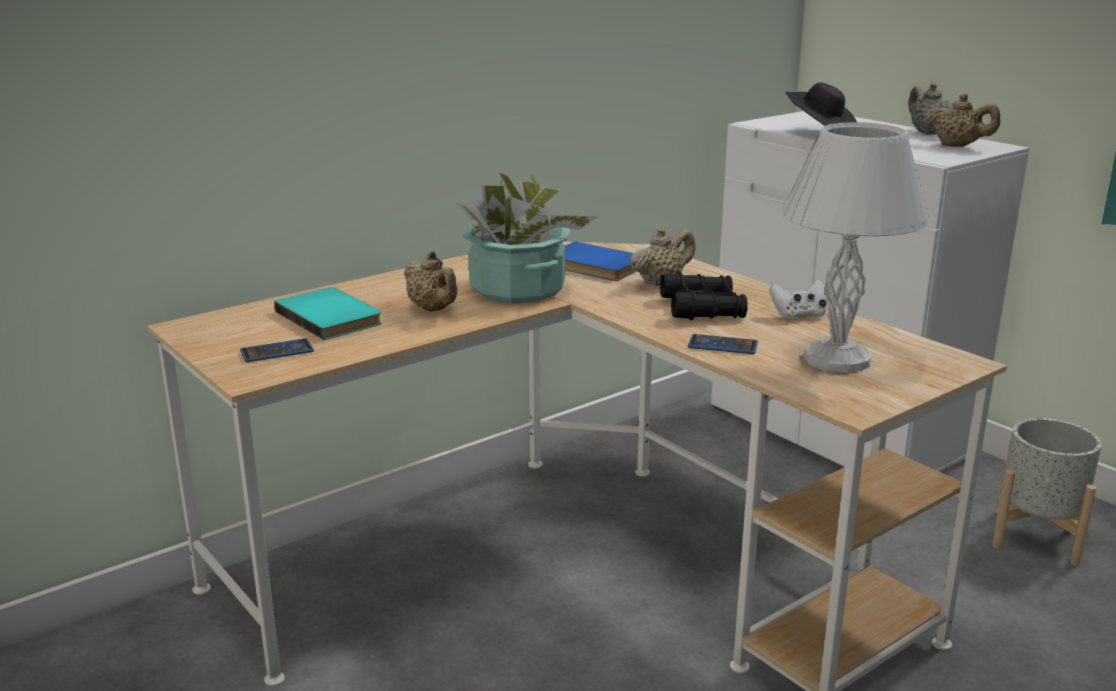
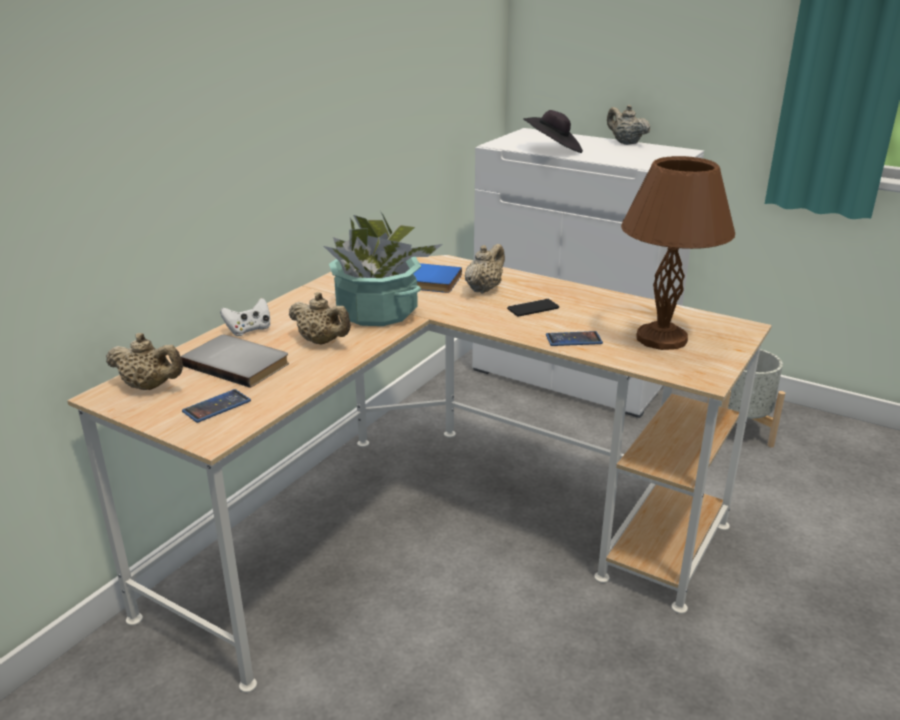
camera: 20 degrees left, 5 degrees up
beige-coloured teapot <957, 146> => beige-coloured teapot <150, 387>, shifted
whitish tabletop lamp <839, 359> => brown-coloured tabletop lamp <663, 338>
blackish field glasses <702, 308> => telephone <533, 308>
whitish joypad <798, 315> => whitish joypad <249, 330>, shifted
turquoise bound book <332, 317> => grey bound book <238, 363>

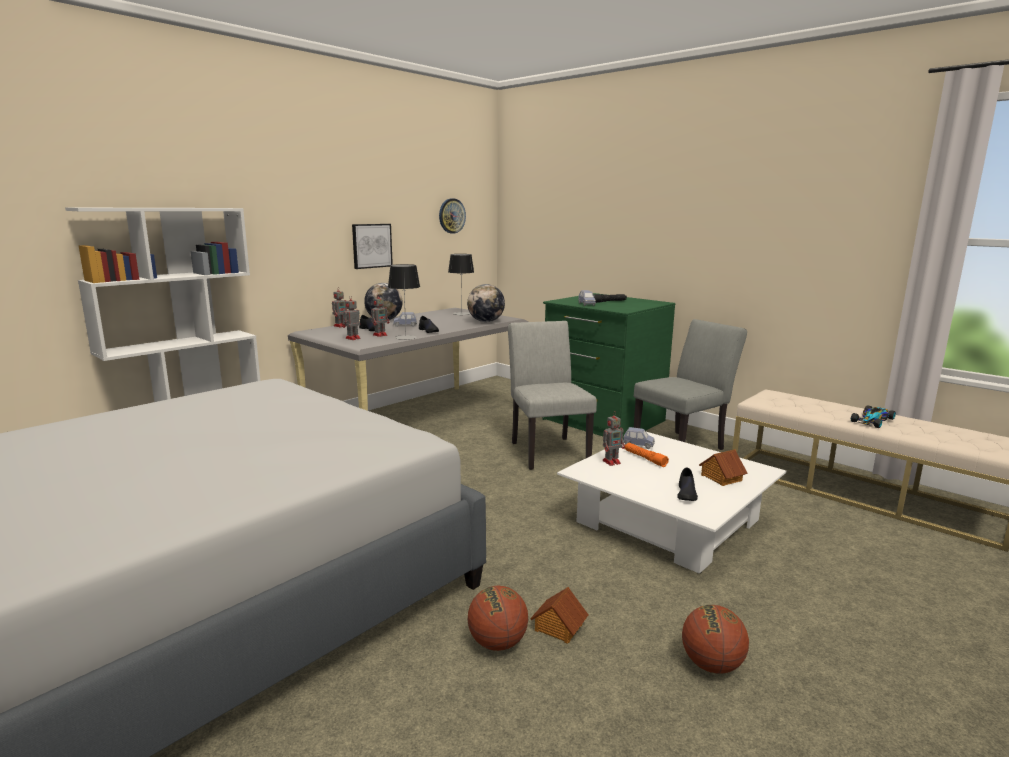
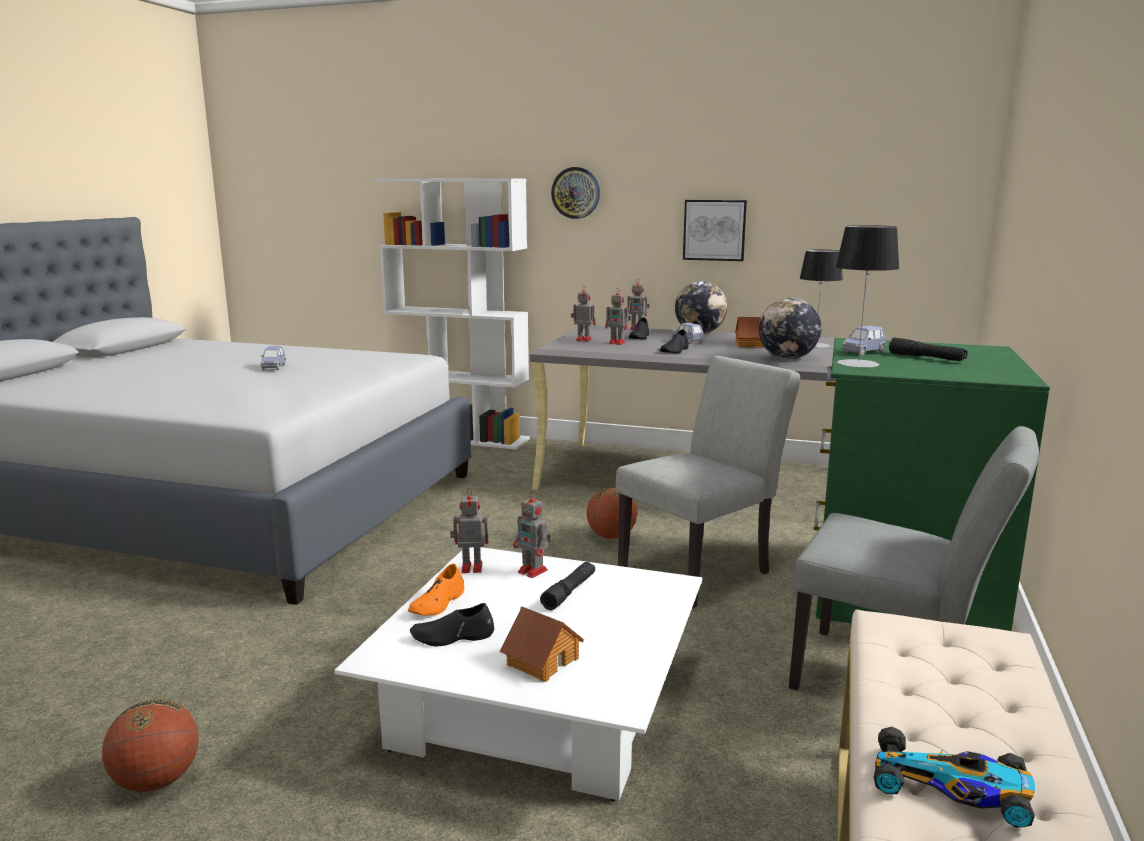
camera: 65 degrees right, 0 degrees up
hanging clock <451, 216> => hanging clock <576, 193>, shifted
tabletop lamp <405, 337> => tabletop lamp <858, 363>, shifted
blue-coloured model car <638, 445> => blue-coloured model car <274, 367>, shifted
orange flashlight <645, 458> => blackish flashlight <569, 592>
ball for basketball <497, 643> => ball for basketball <611, 536>, shifted
toy house <558, 627> => toy house <749, 344>, shifted
nothing => robot figure <470, 567>
nothing => orange item of footwear <437, 603>

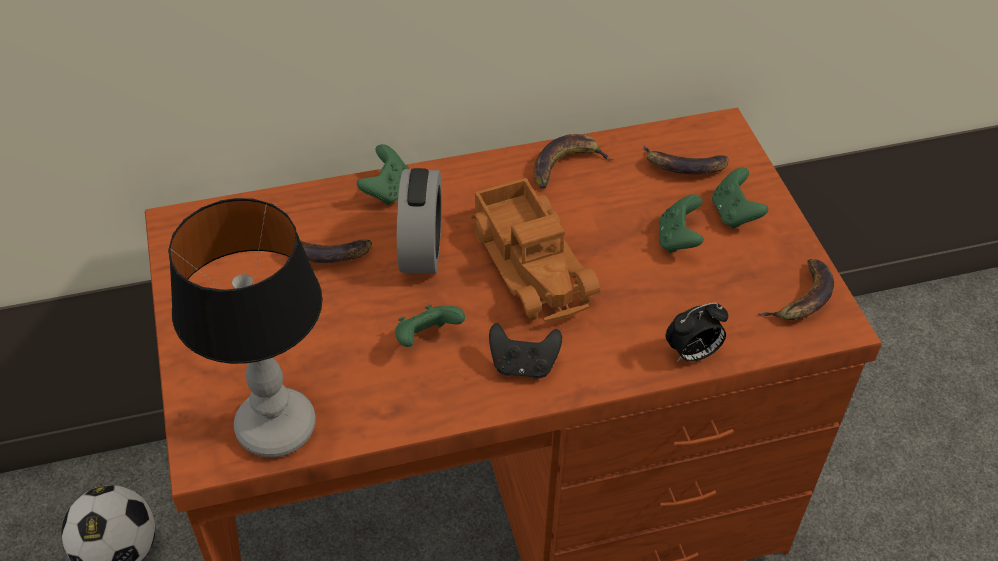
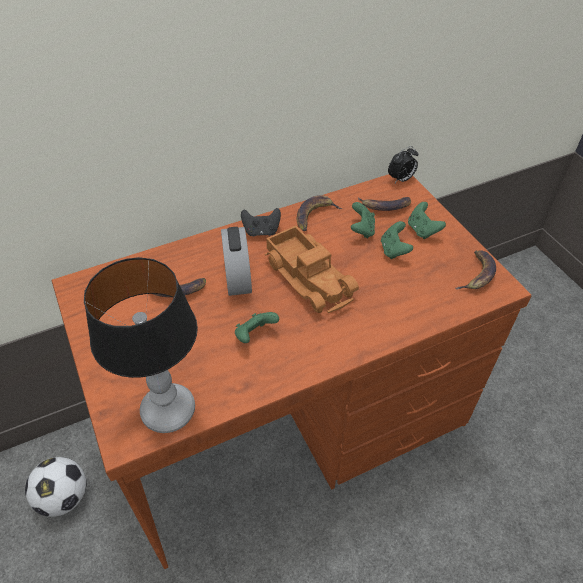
camera: 10 degrees left, 0 degrees up
green joypad <387, 190> => green joypad <362, 230>, shifted
alarm clock <692, 354> => alarm clock <401, 179>, shifted
blackish joypad <523, 365> => blackish joypad <261, 231>, shifted

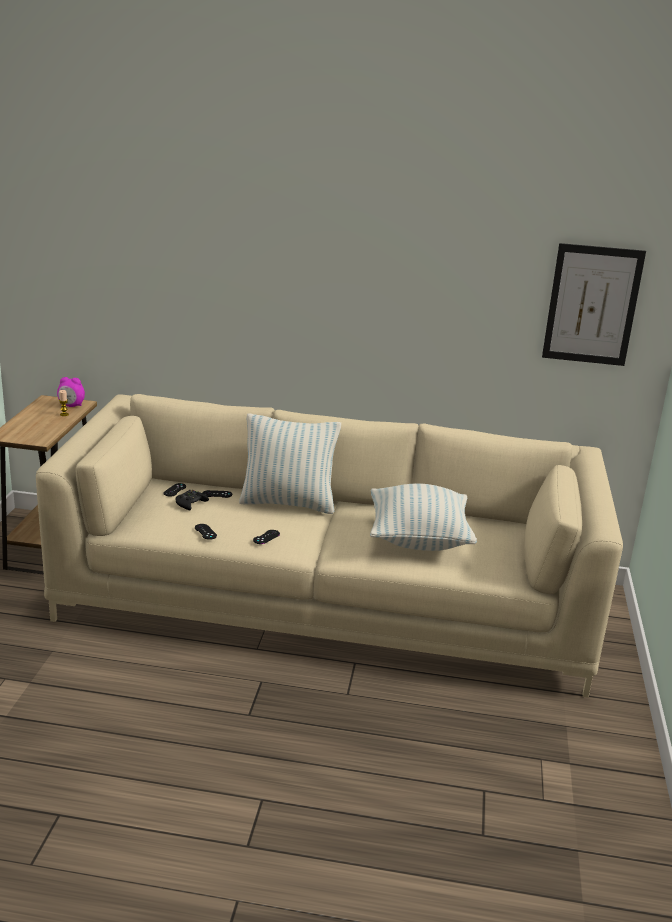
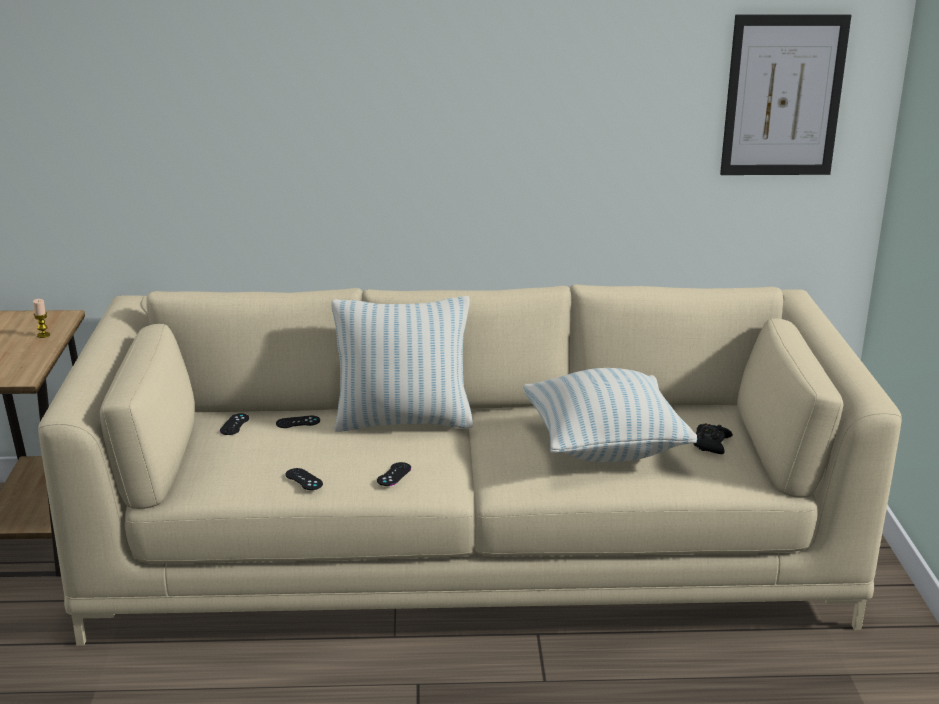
camera: 10 degrees left, 0 degrees up
alarm clock <71, 406> => nothing
blackish joypad <191, 503> => blackish joypad <710, 444>, shifted

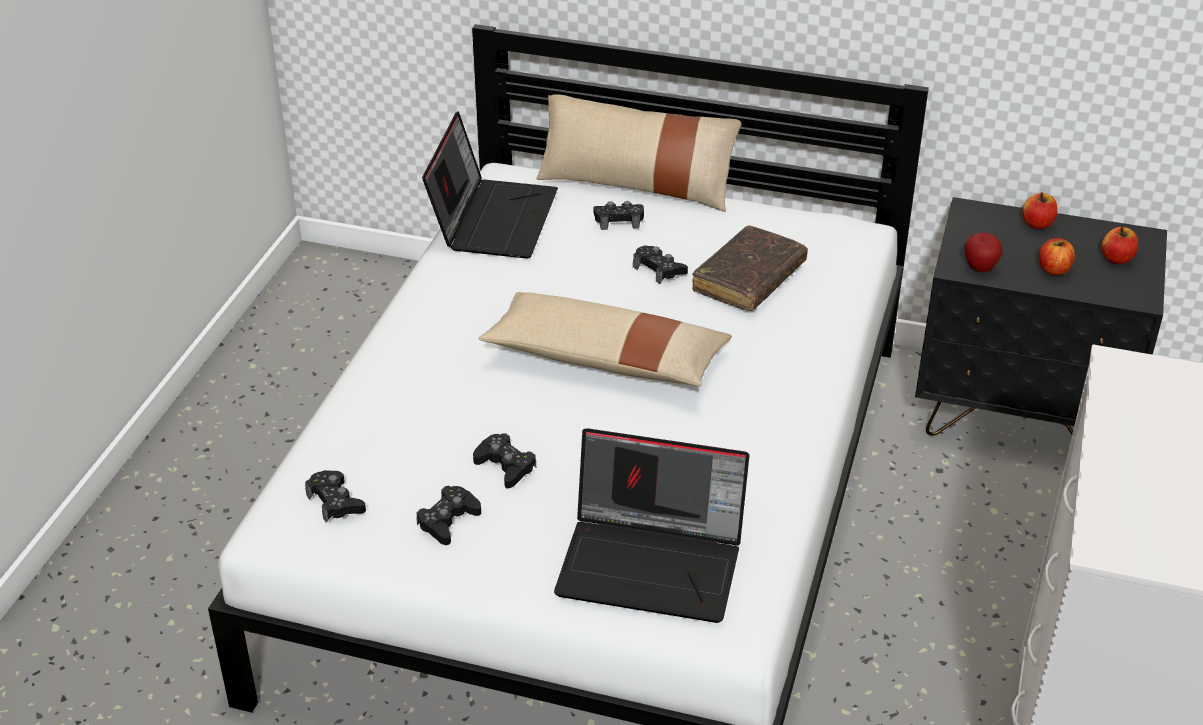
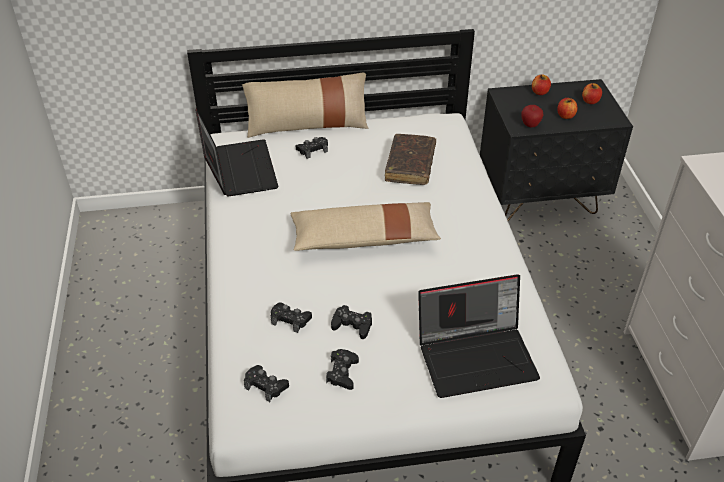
camera: 25 degrees left, 5 degrees up
blackish joypad <659, 269> => blackish joypad <290, 320>, shifted

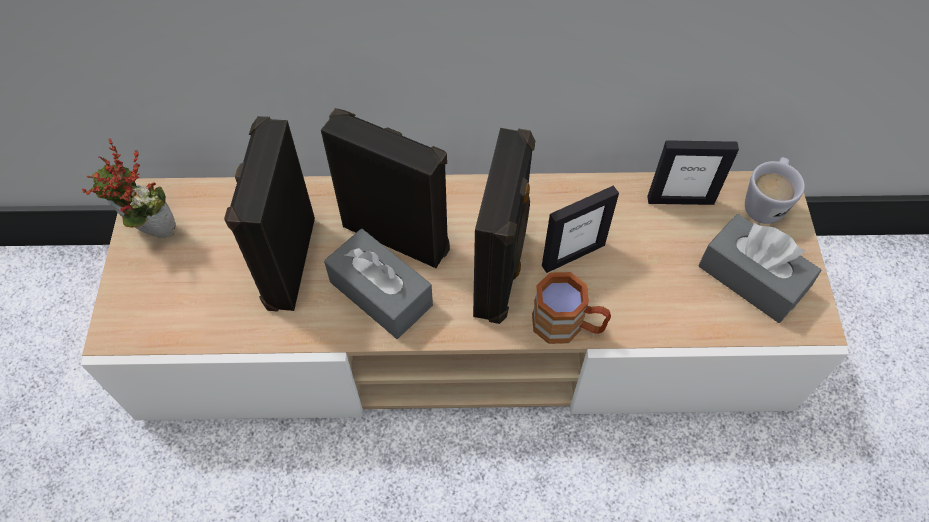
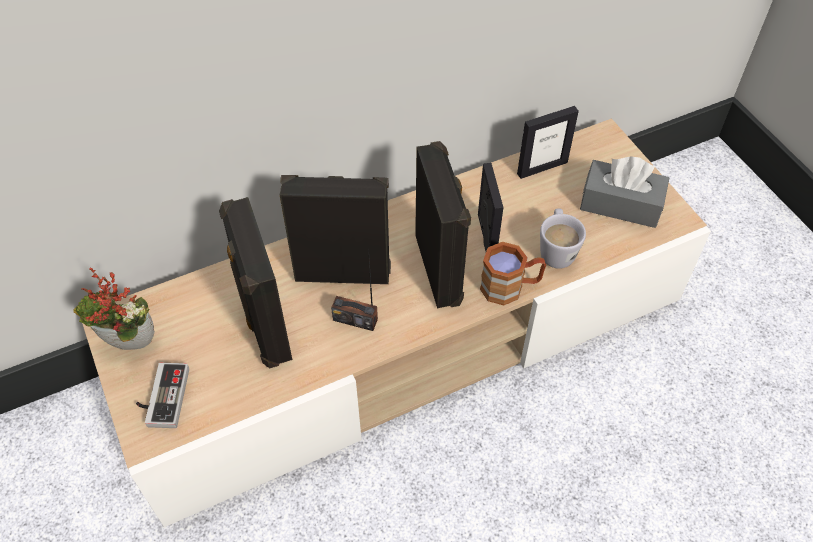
camera: 25 degrees left, 5 degrees down
whitish tea mug <765, 203> => whitish tea mug <556, 250>, shifted
picture frame <572, 255> => picture frame <486, 235>, 45 degrees counterclockwise
grey tissue holder <381, 293> => radio receiver <355, 319>
nothing => joypad <161, 397>

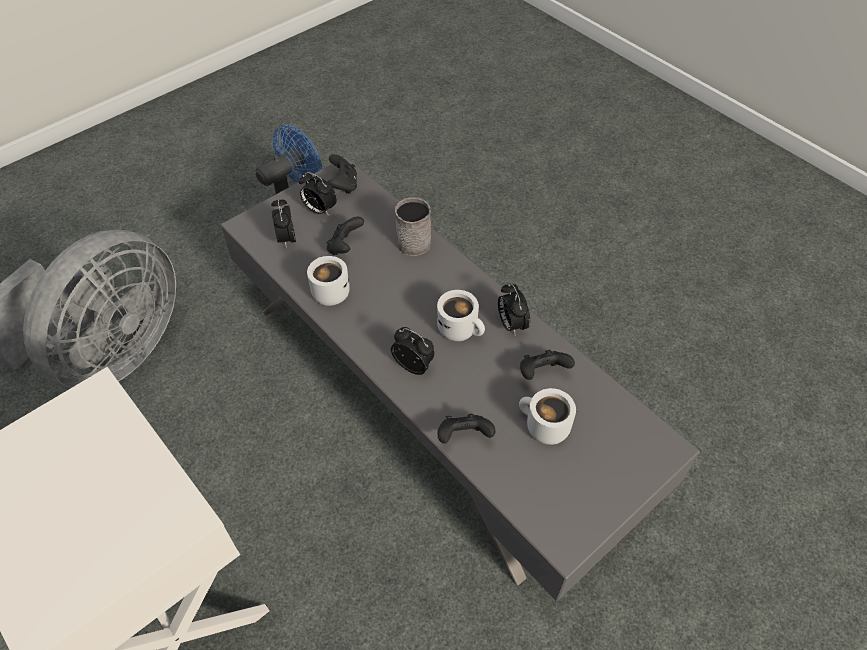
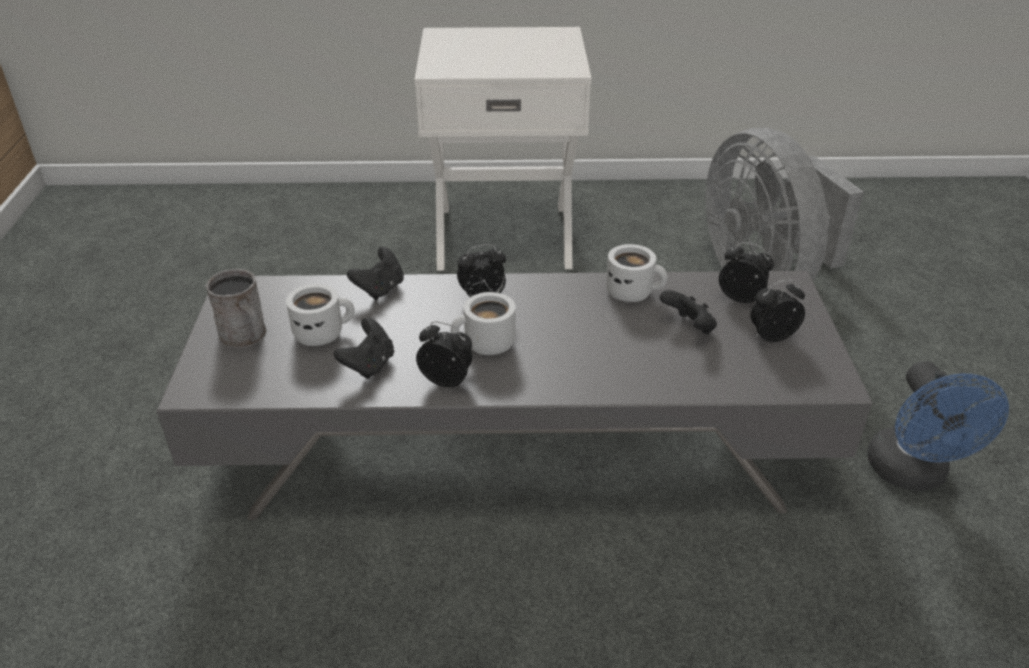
camera: 130 degrees right, 15 degrees down
blackish joypad <343, 185> => nothing
grey tea mug <414, 239> => grey tea mug <246, 337>, shifted

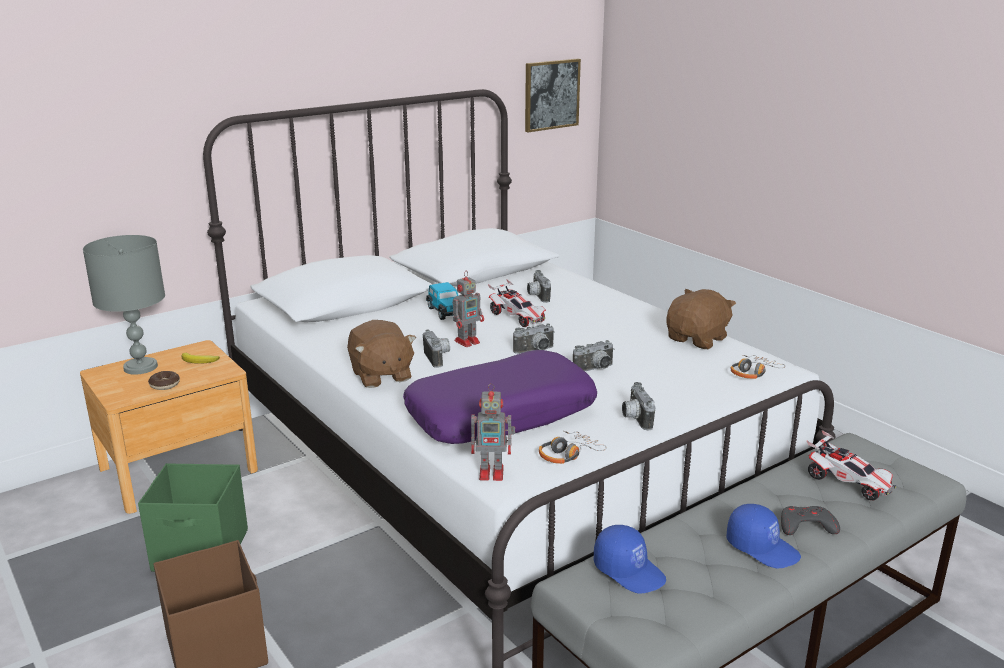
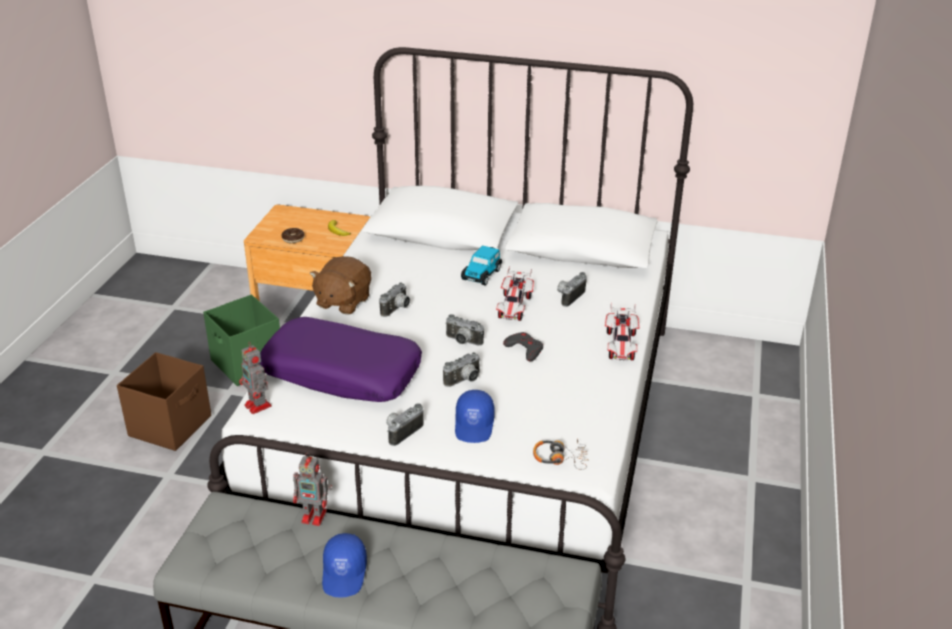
camera: 50 degrees right, 10 degrees up
picture <551, 94> => nothing
grey tabletop lamp <141, 367> => nothing
robot figure <468, 341> => robot figure <315, 516>, shifted
brown-coloured cuddly toy <697, 339> => nothing
photo camera <595, 369> => photo camera <464, 381>, 60 degrees counterclockwise
model car <848, 482> => model car <621, 345>, shifted
headset <568, 454> => nothing
grey joypad <806, 526> => grey joypad <524, 349>, shifted
blue-coloured peaked cap <629, 571> => blue-coloured peaked cap <475, 425>, shifted

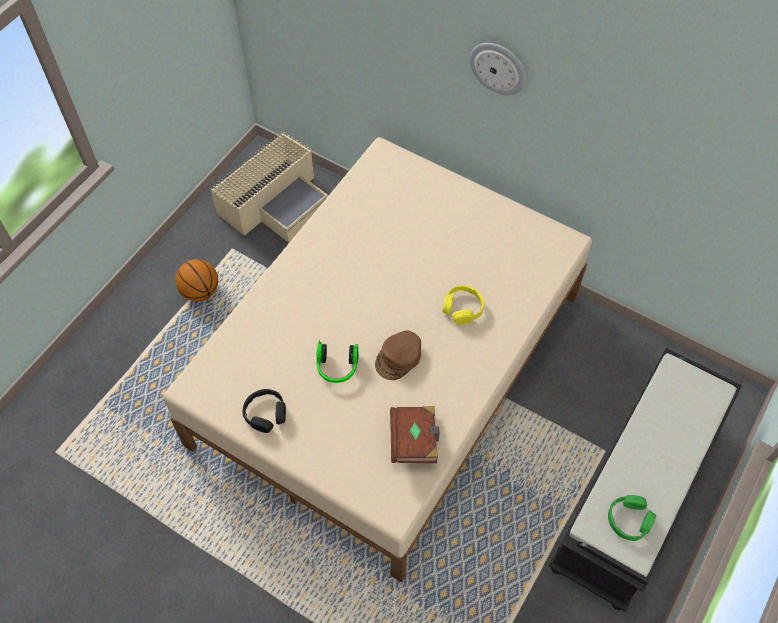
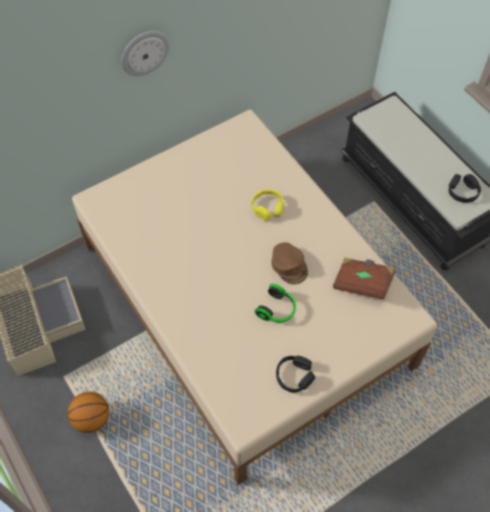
camera: 65 degrees left, 0 degrees up
green headset <629, 520> => blackish headset <462, 191>

